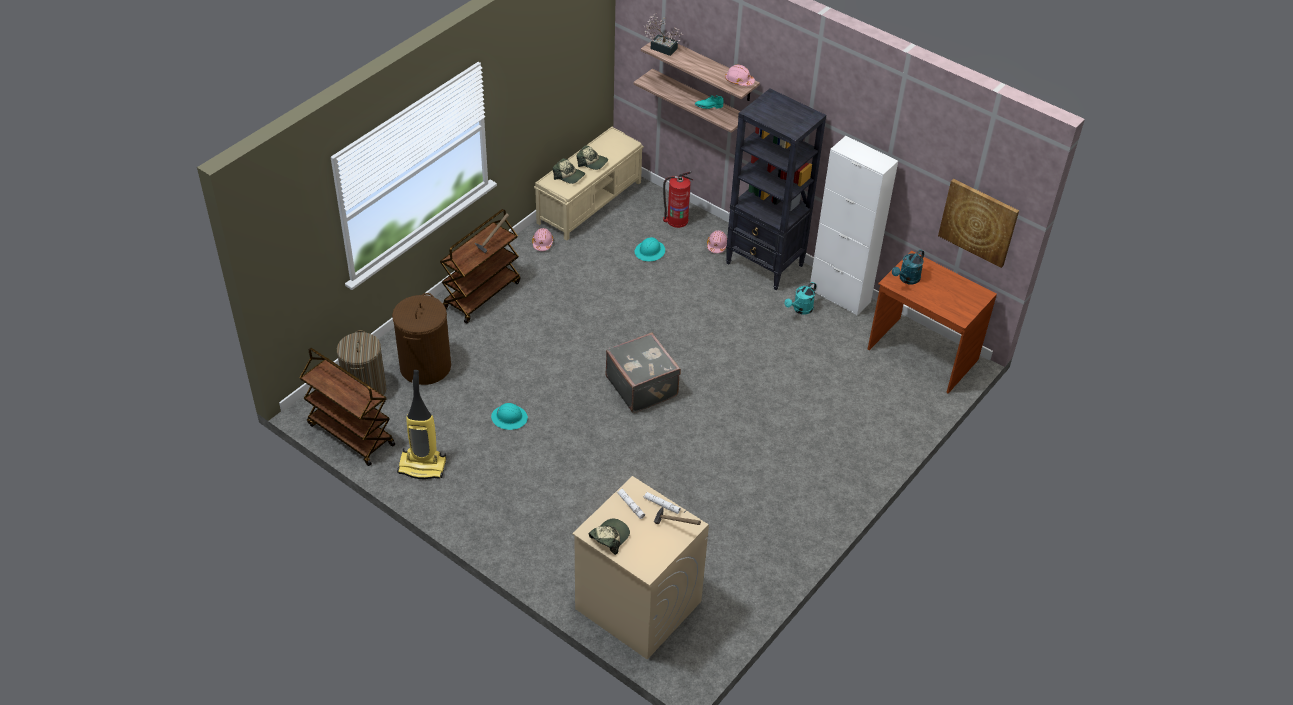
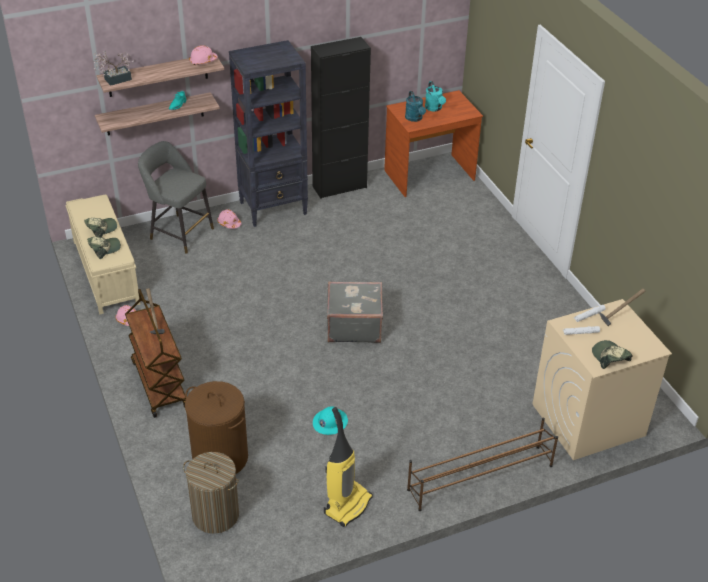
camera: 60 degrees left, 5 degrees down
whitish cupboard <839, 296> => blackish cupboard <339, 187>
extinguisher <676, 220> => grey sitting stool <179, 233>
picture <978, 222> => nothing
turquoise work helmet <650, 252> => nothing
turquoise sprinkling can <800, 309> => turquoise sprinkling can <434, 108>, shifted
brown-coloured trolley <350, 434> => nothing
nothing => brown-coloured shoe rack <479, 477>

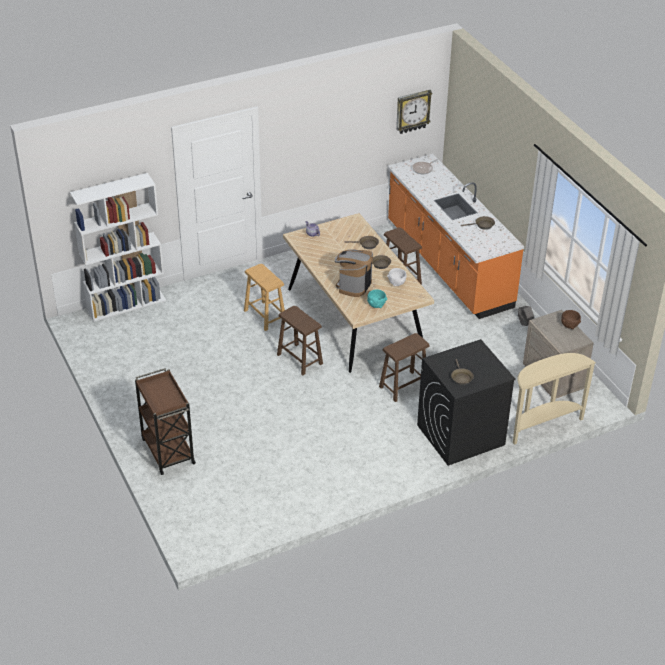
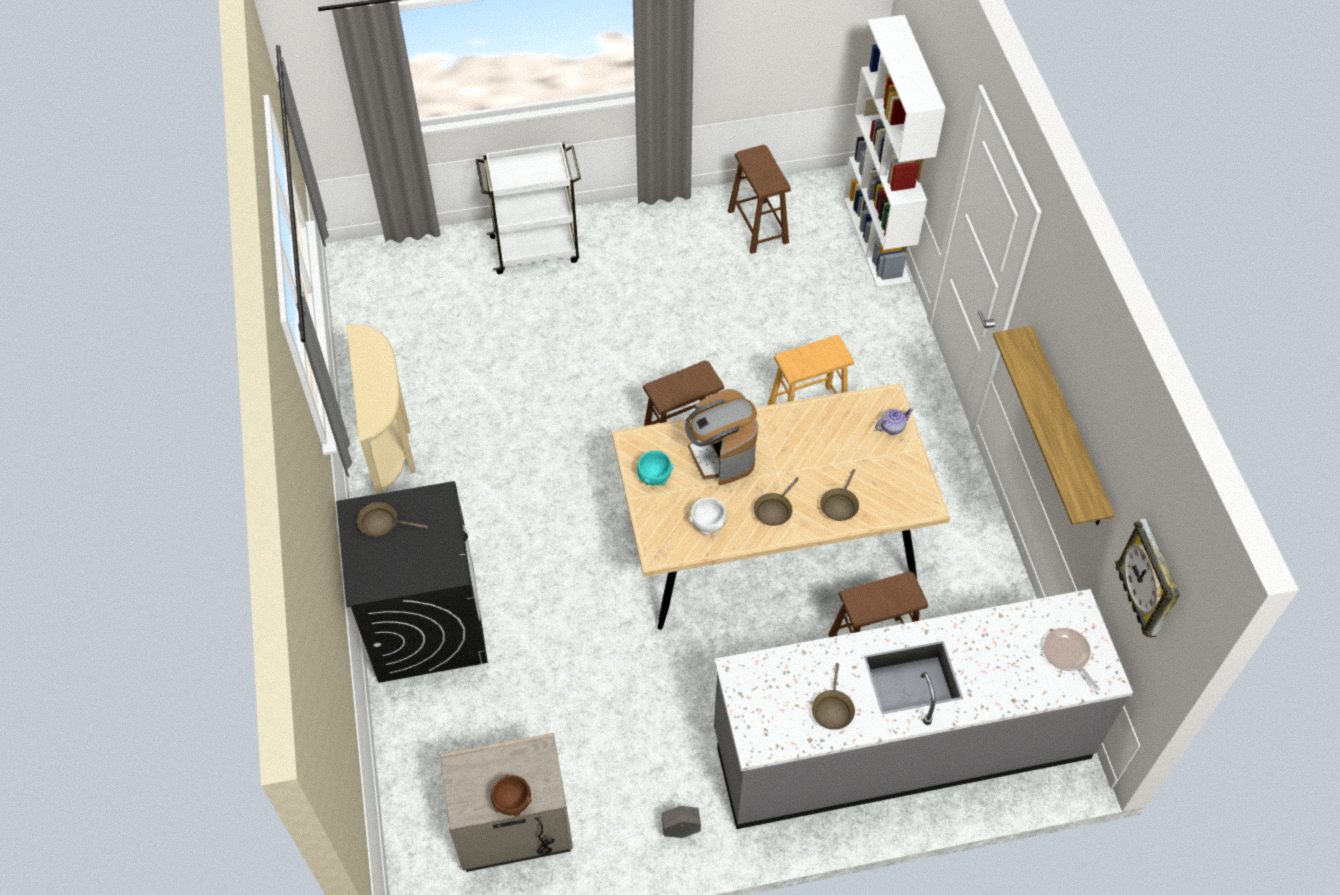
camera: 105 degrees right, 15 degrees up
orange kitchen counter <448, 265> => grey kitchen counter <900, 744>
coffee machine <353, 285> => coffee machine <721, 456>, 150 degrees counterclockwise
brown-coloured sitting stool <403, 386> => brown-coloured sitting stool <757, 227>, shifted
beige-coloured narrow table <542, 425> => beige-coloured narrow table <393, 453>, shifted
brown-coloured trolley <167, 450> => whitish trolley <536, 249>
nothing => bracket shelf <1067, 429>

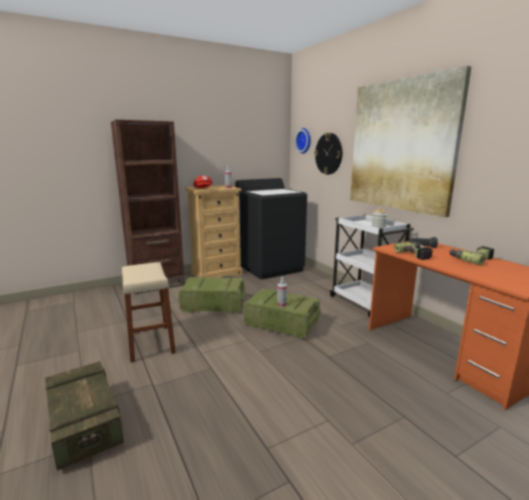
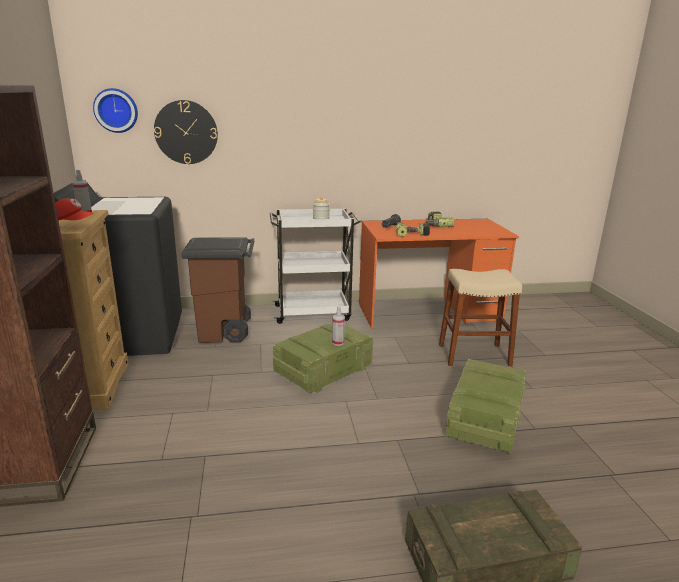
camera: 70 degrees left, 5 degrees up
picture <401, 146> => nothing
beige-coloured sitting stool <150, 343> => beige-coloured sitting stool <474, 355>, shifted
shipping crate <214, 305> => shipping crate <485, 419>, shifted
nothing => brown-coloured waste bin <225, 332>

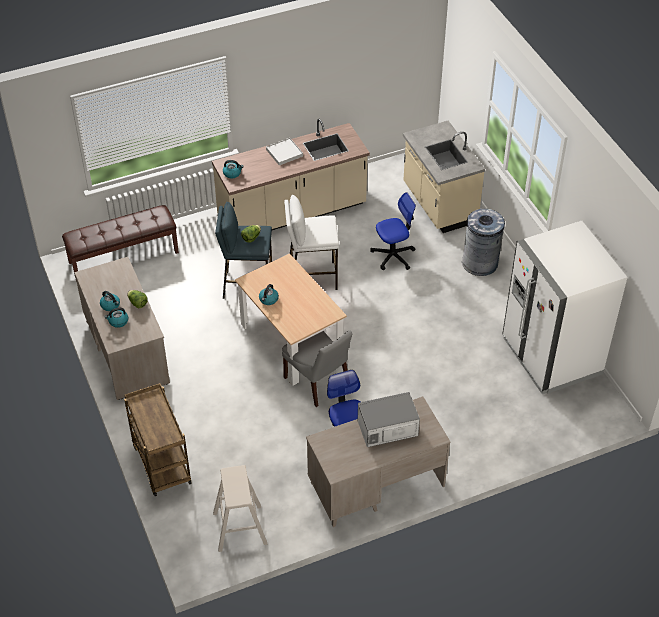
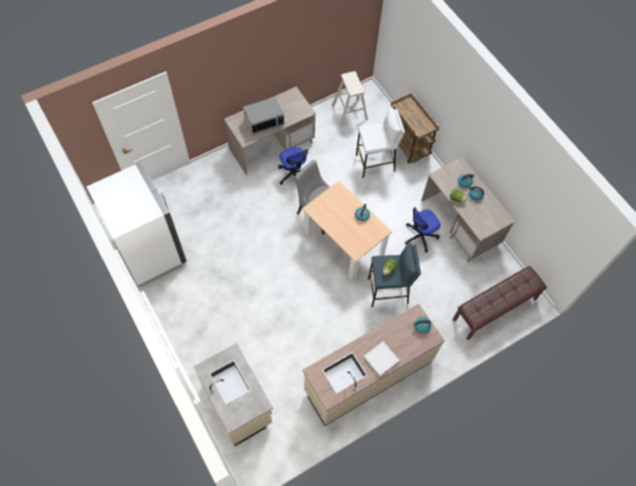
camera: 170 degrees right, 15 degrees up
desk chair <393, 256> => desk chair <420, 236>, shifted
whitish sitting stool <312, 277> => whitish sitting stool <375, 163>, shifted
grey waste bin <480, 263> => nothing

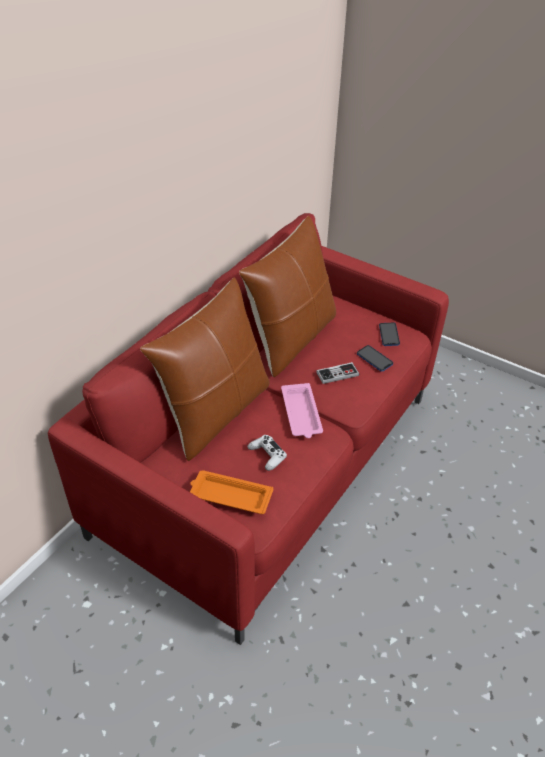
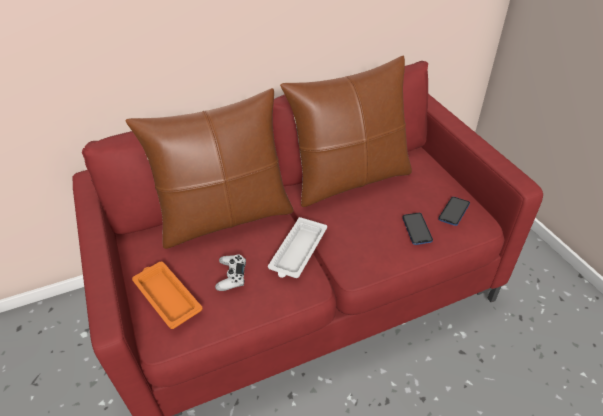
camera: 35 degrees right, 0 degrees up
joypad <337, 374> => nothing
pink-coloured tray <301, 414> => whitish tray <298, 252>

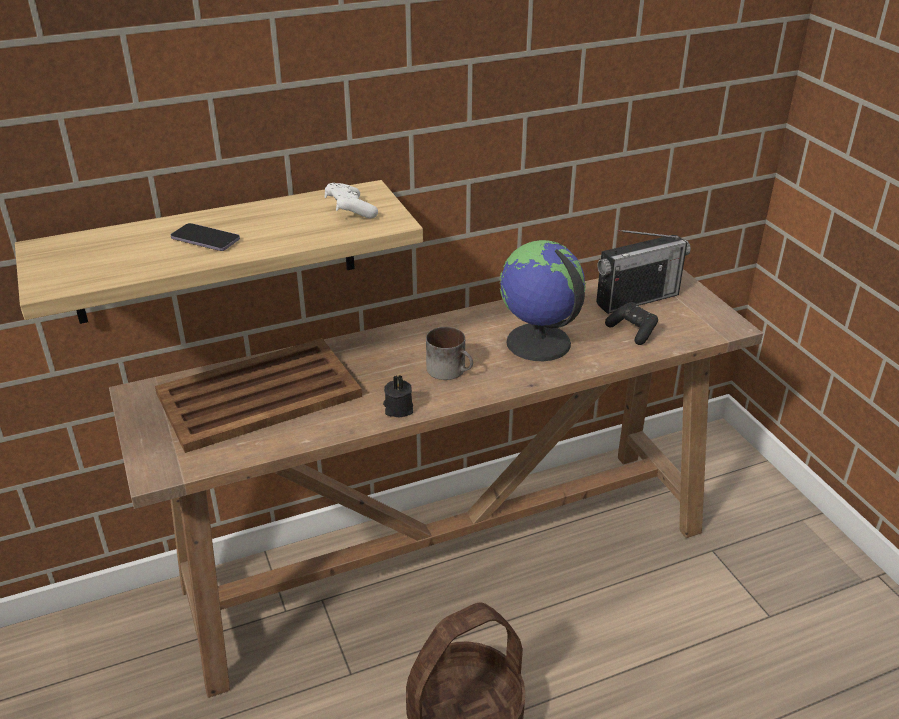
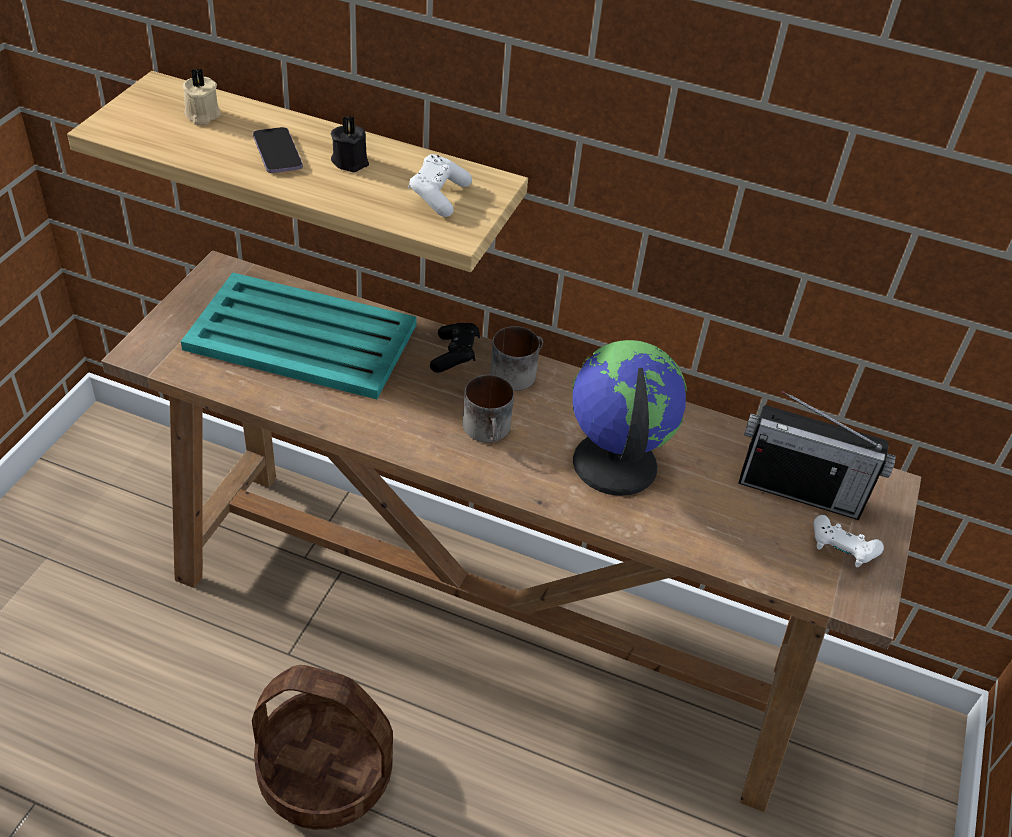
camera: 40 degrees right, 10 degrees up
blackish joypad <632, 331> => blackish joypad <455, 356>, shifted
brown-coloured tray <261, 395> => turquoise tray <303, 338>
blackish wax candle <398, 408> => blackish wax candle <350, 161>, shifted
nothing => beige-coloured wax candle <201, 115>
nothing => tea mug <516, 371>
nothing => whitish joypad <840, 550>

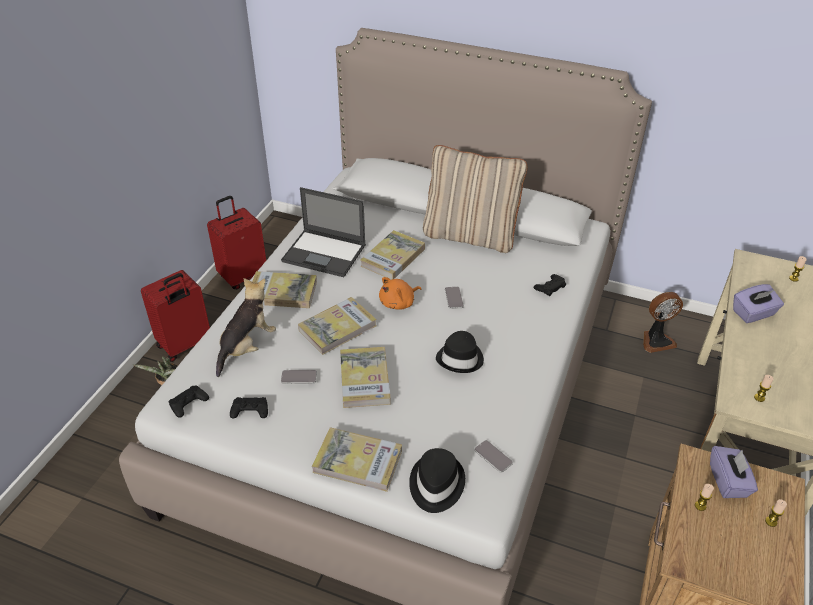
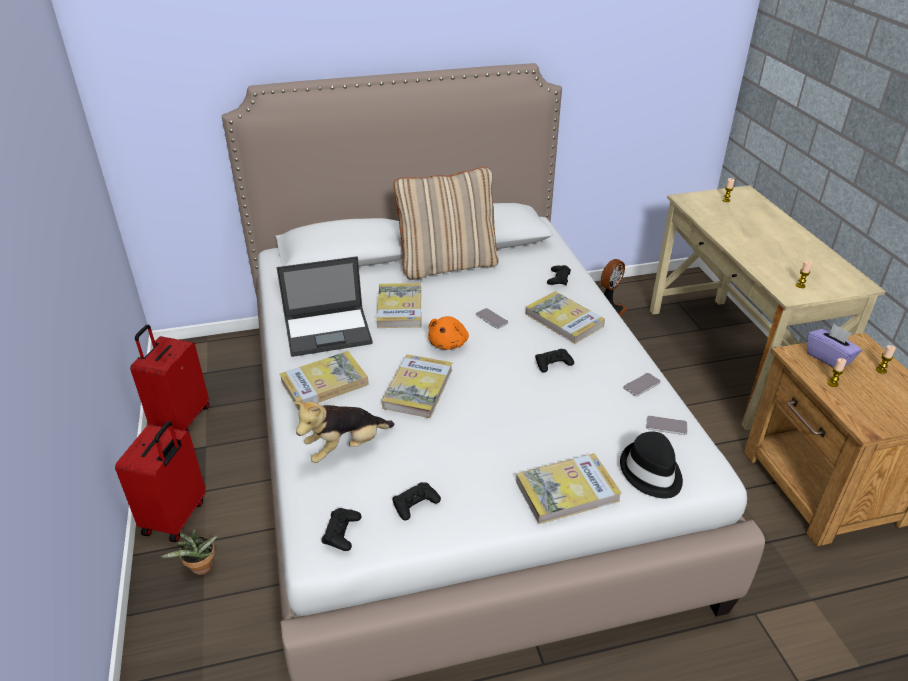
camera: 35 degrees left, 5 degrees down
cuddly toy <247, 347> => cuddly toy <345, 448>, 120 degrees counterclockwise
purple-coloured tissue holder <753, 313> => nothing
blackish hat <460, 358> => blackish joypad <553, 363>
bound book <364, 379> => bound book <564, 320>, shifted
telephone <299, 377> => telephone <641, 385>, shifted

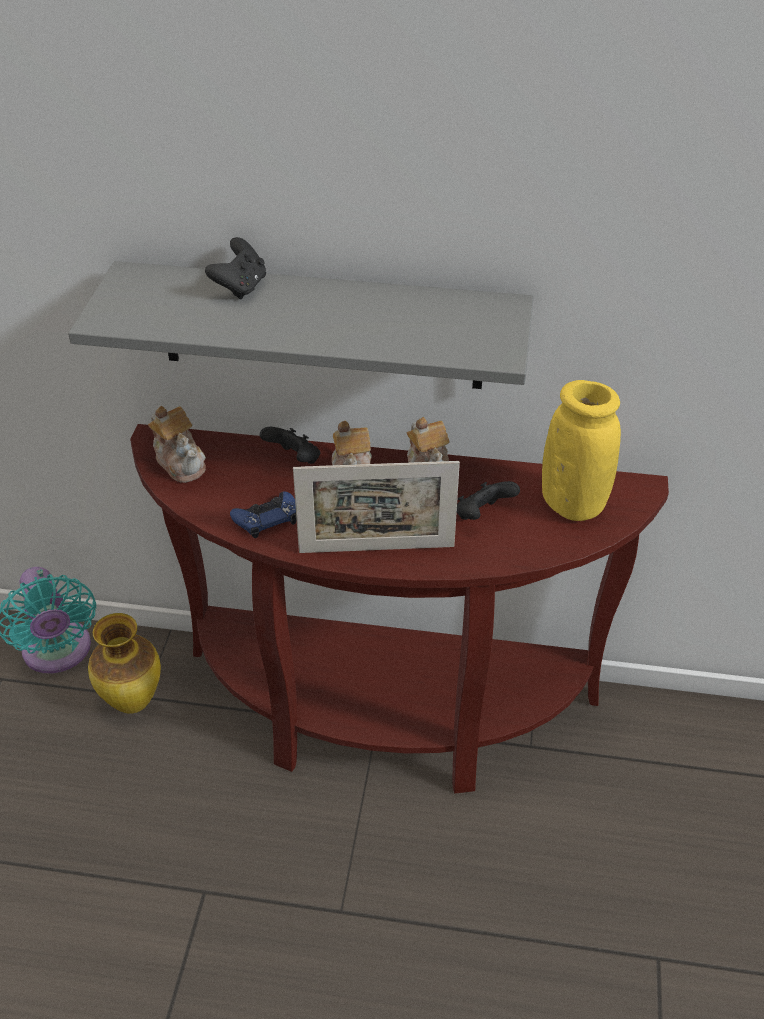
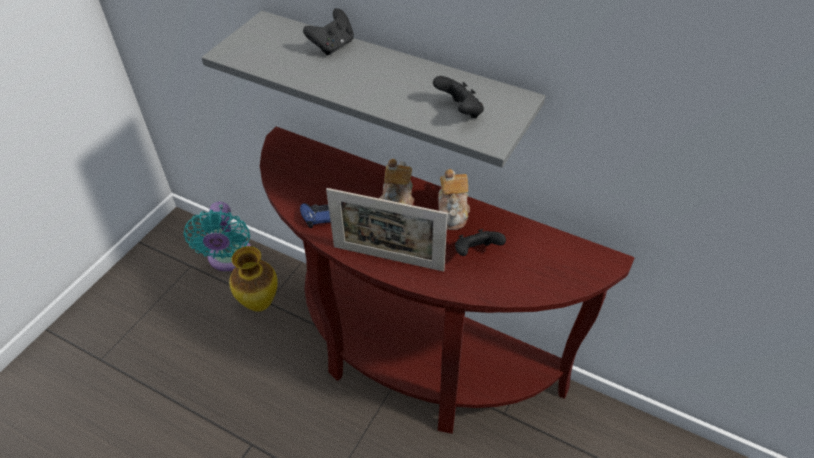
camera: 20 degrees right, 5 degrees up
yellow-coloured decorative vase <572, 504> => nothing
teapot <180, 462> => nothing
blackish joypad <294, 460> => blackish joypad <459, 112>, shifted

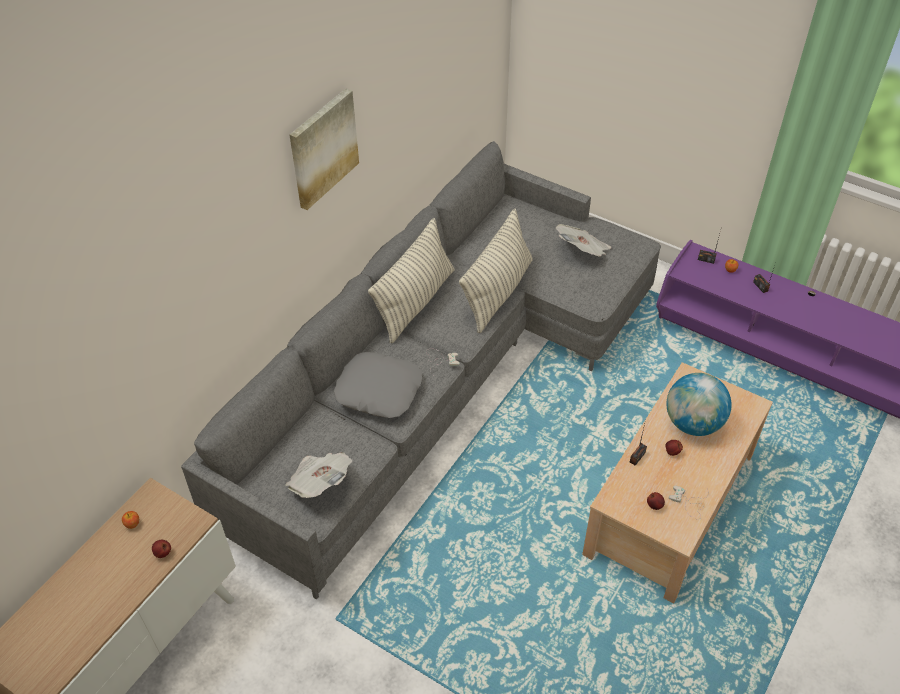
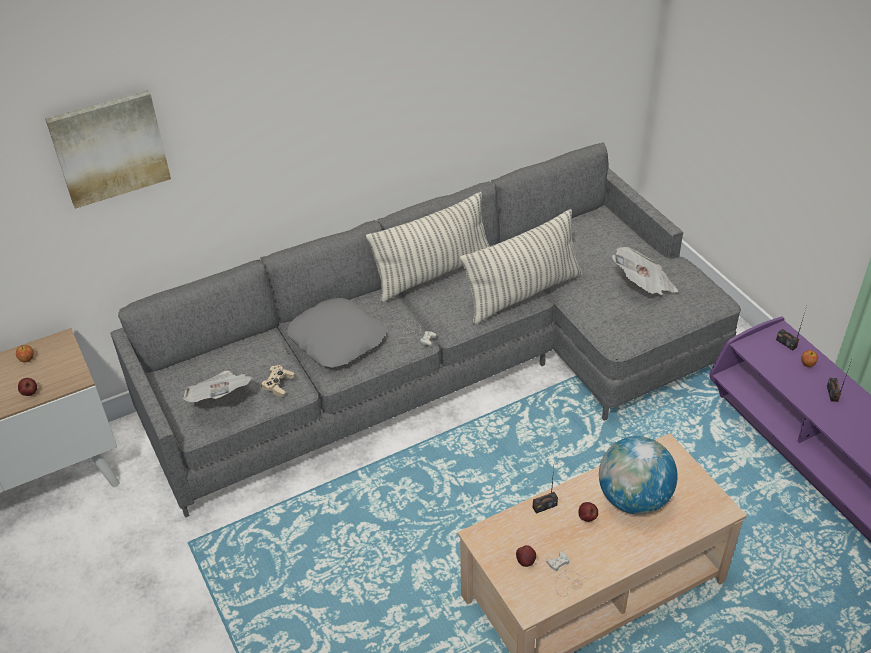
camera: 30 degrees right, 5 degrees down
picture <322, 148> => picture <109, 147>, shifted
nothing => beige-coloured joypad <278, 385>

